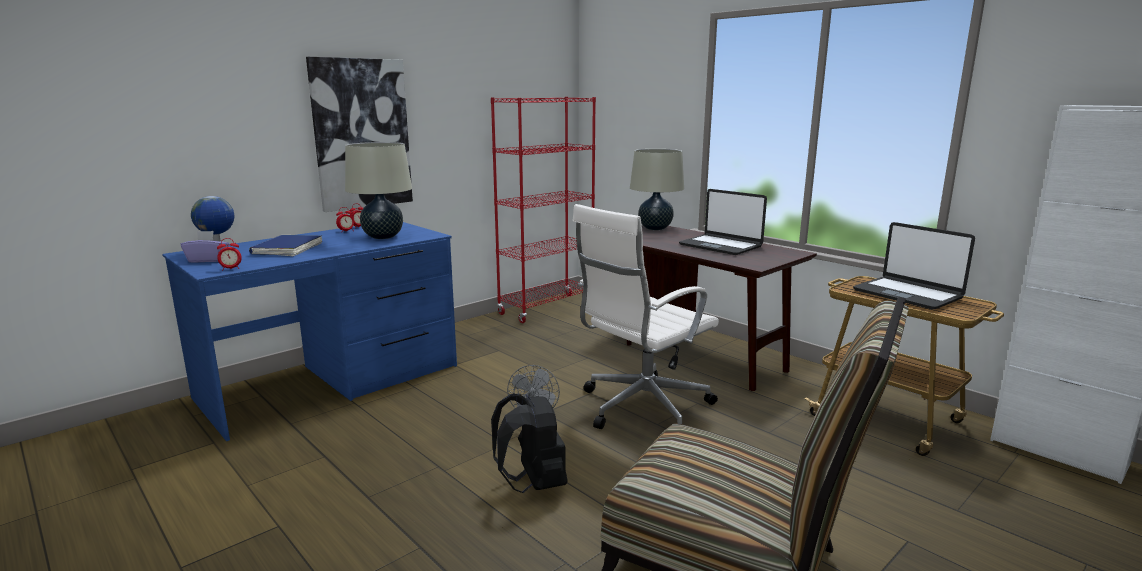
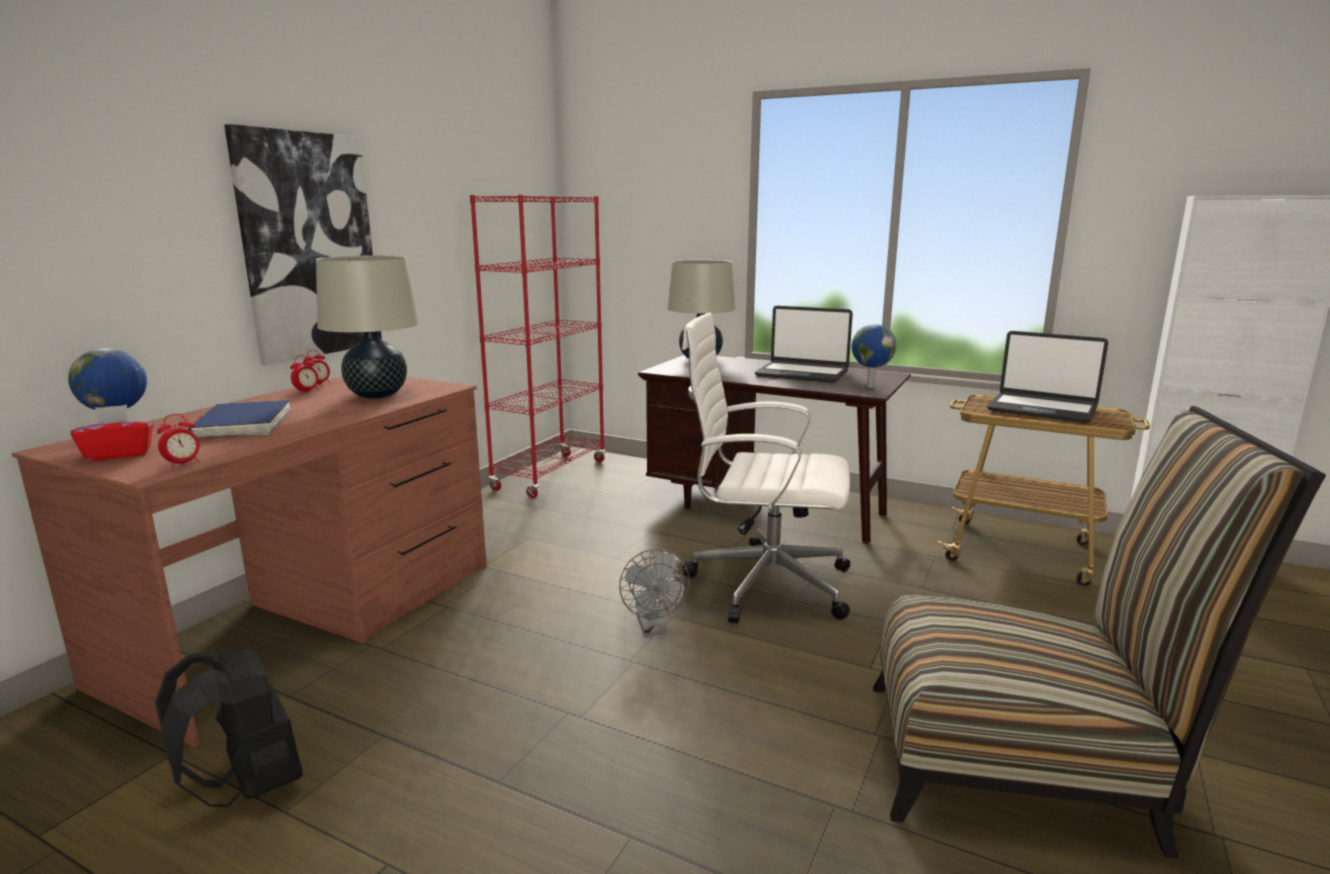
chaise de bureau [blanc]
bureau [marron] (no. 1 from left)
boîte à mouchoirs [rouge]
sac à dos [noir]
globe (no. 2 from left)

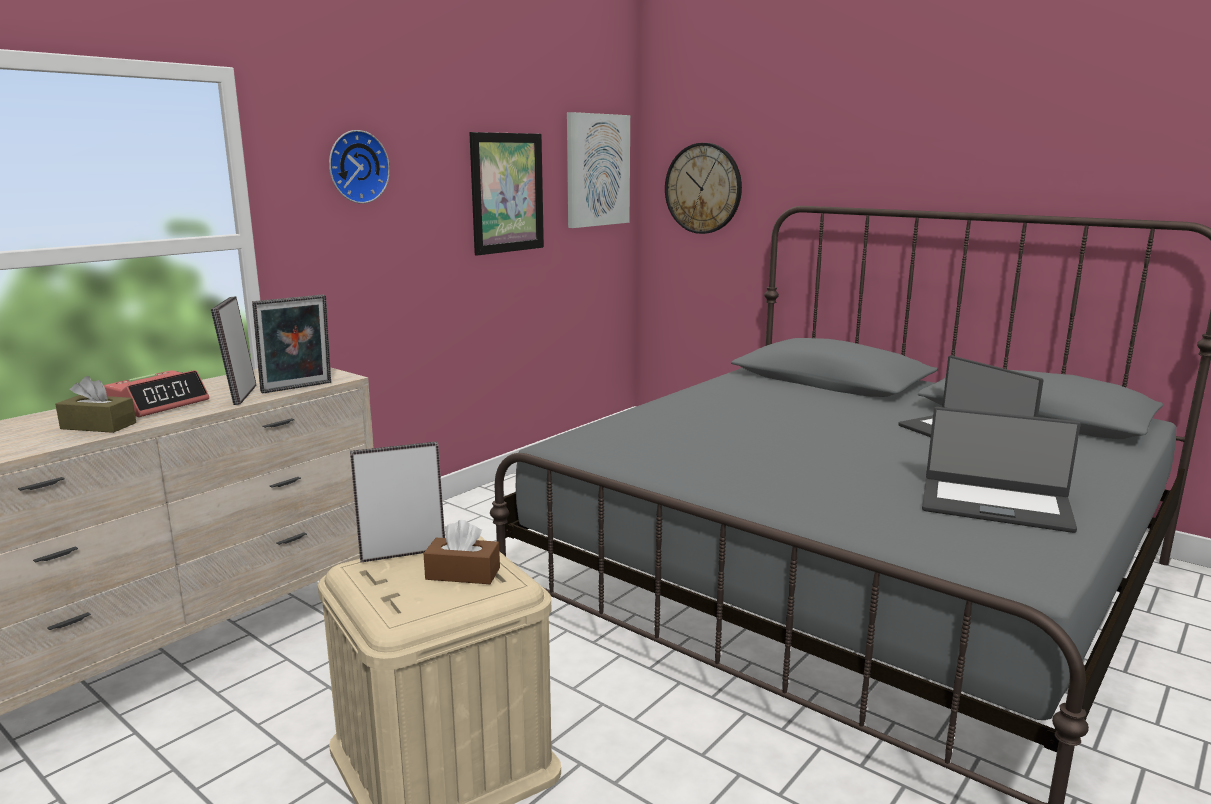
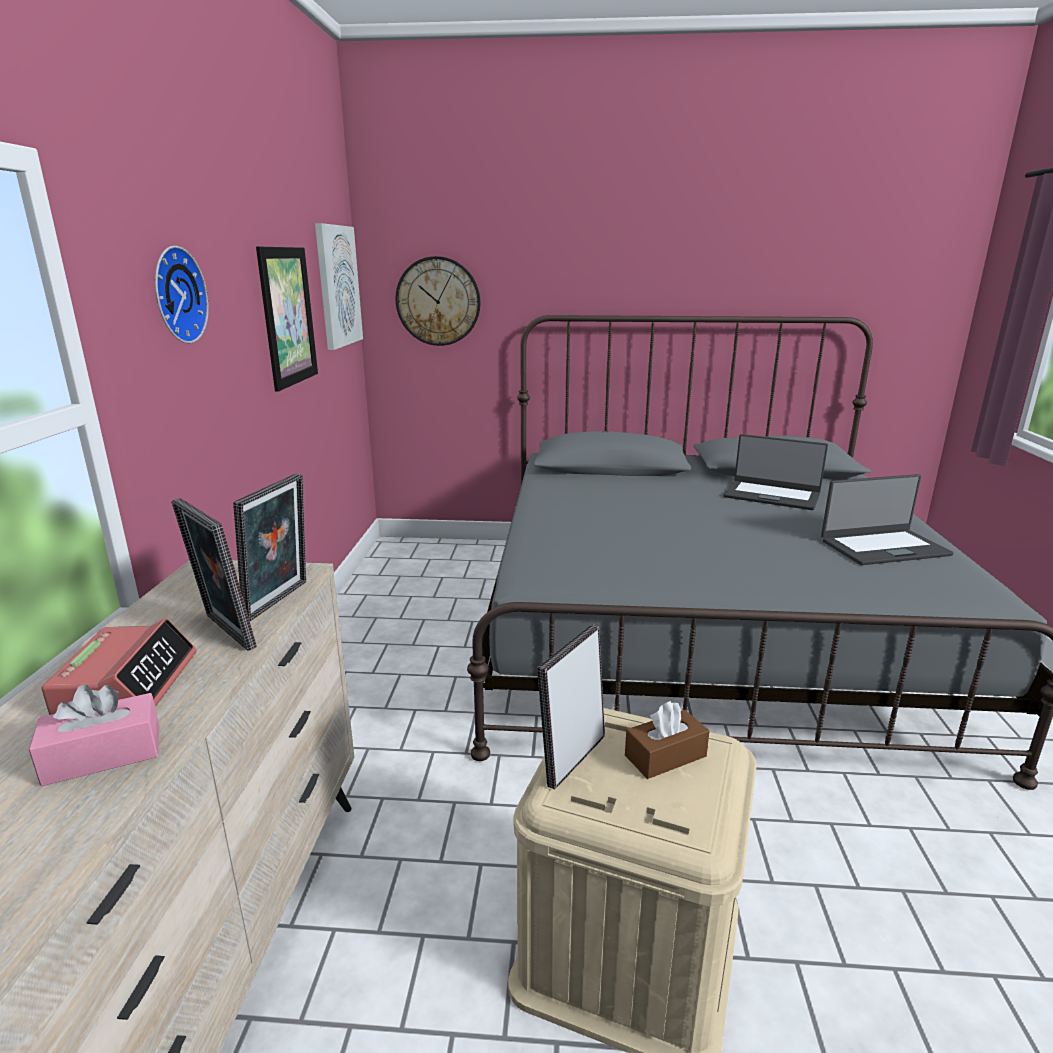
boîte à mouchoirs [rose]

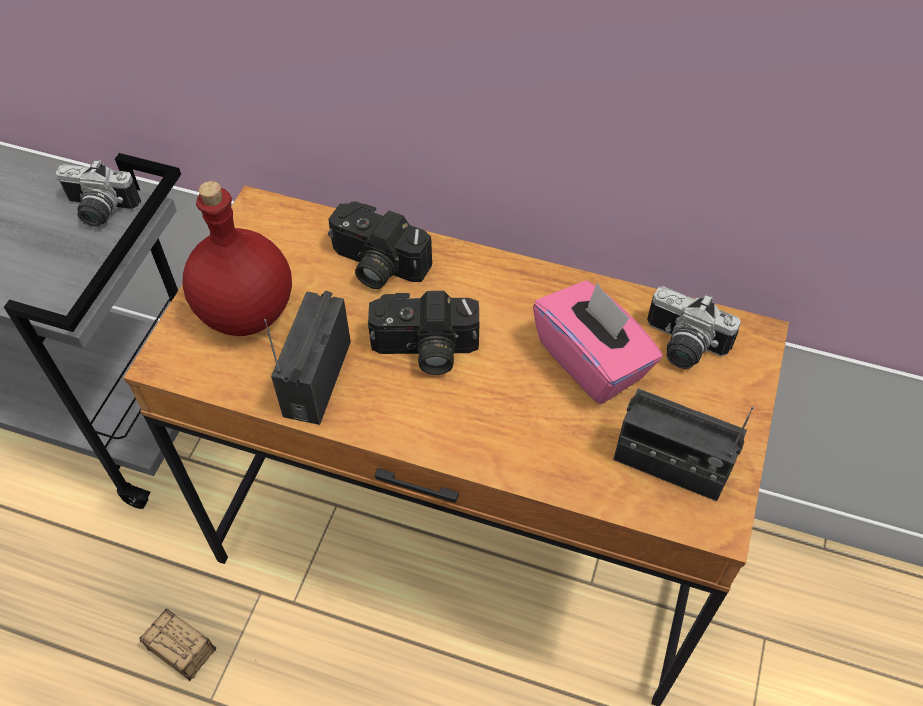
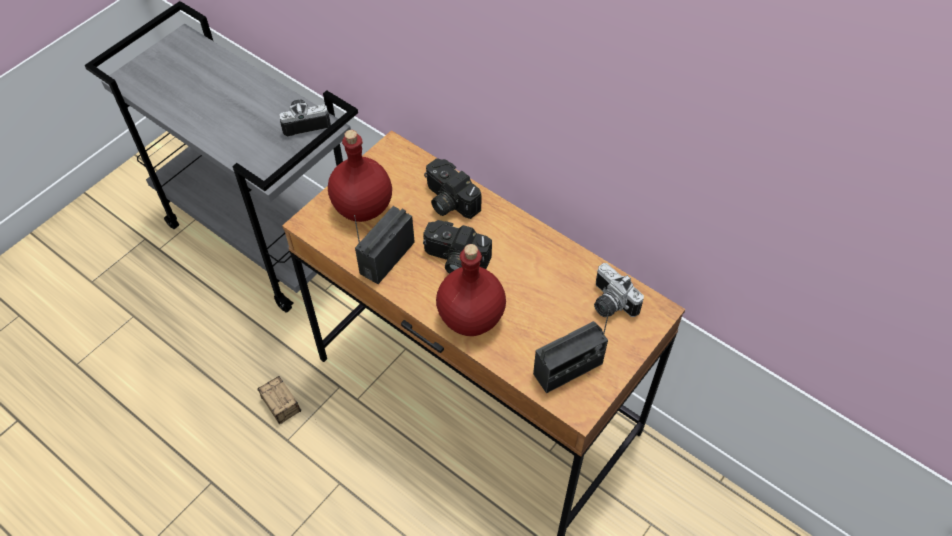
appareil photo (no. 1 from left)
boîte à mouchoirs [rose]
radio (no. 2 from left)
bouteille [rouge] (no. 2 from left)

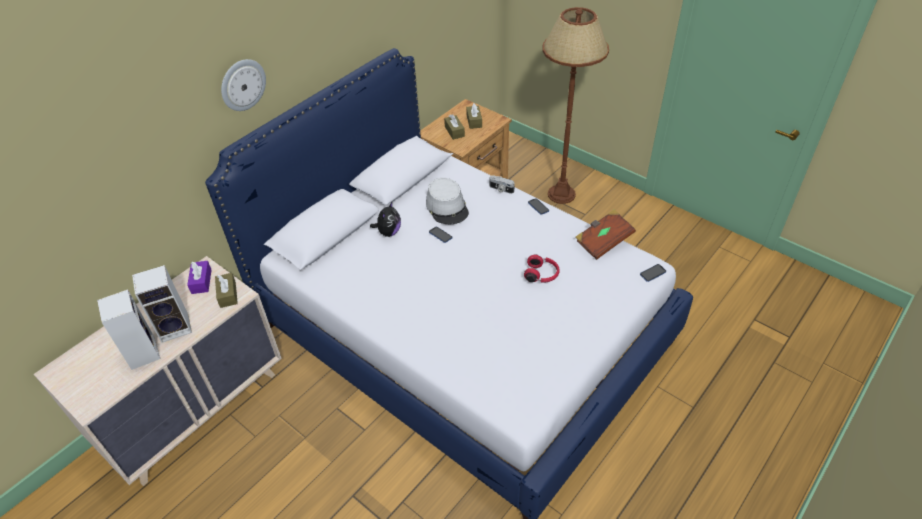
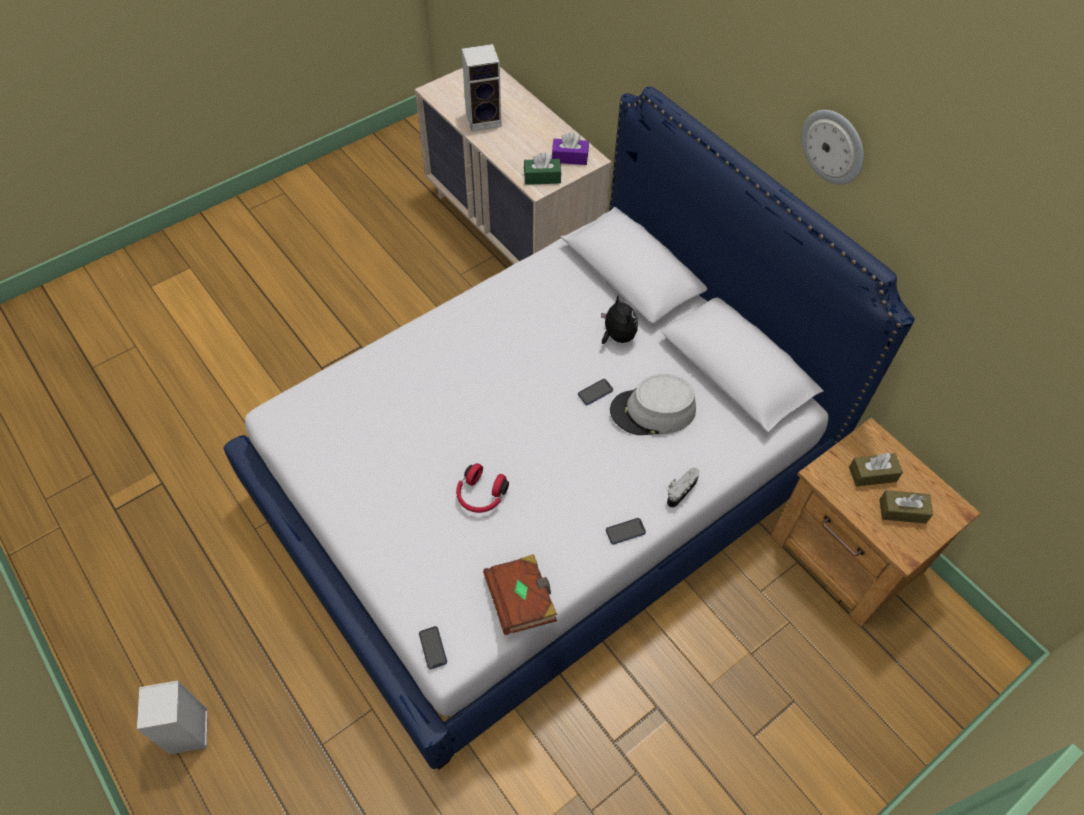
lampadaire [marron]
horloge murale
peluche
enceinte (no. 1 from left)
boîte à mouchoirs [vert]

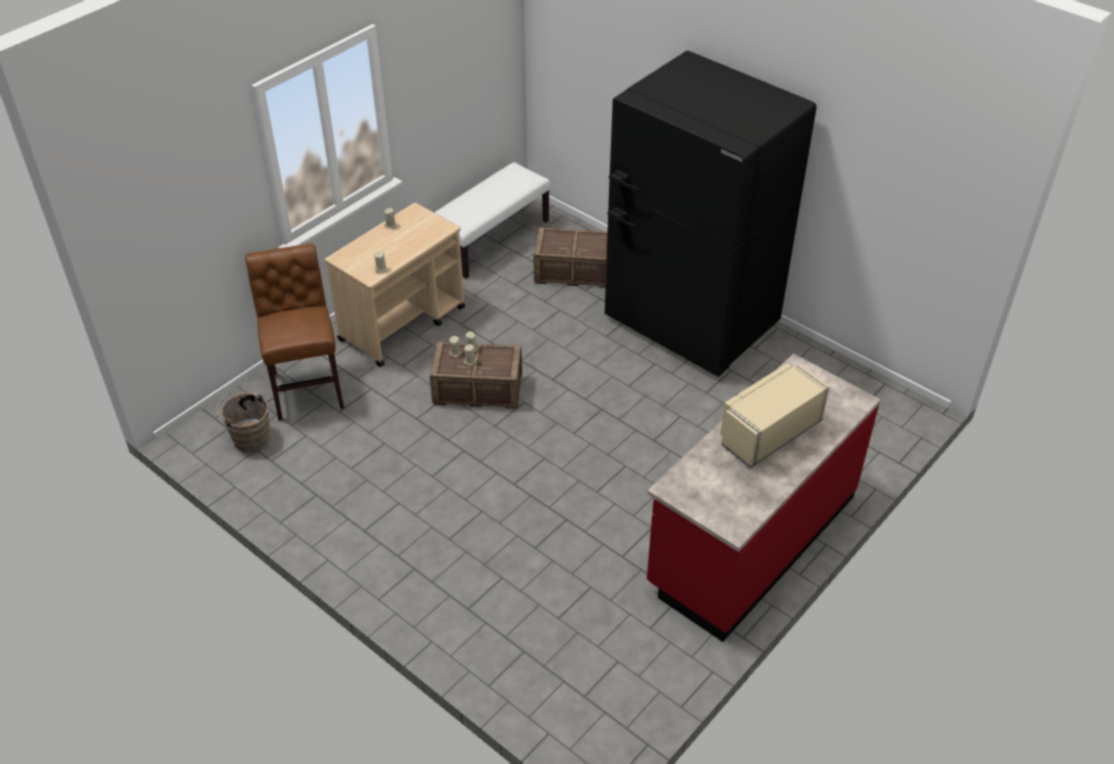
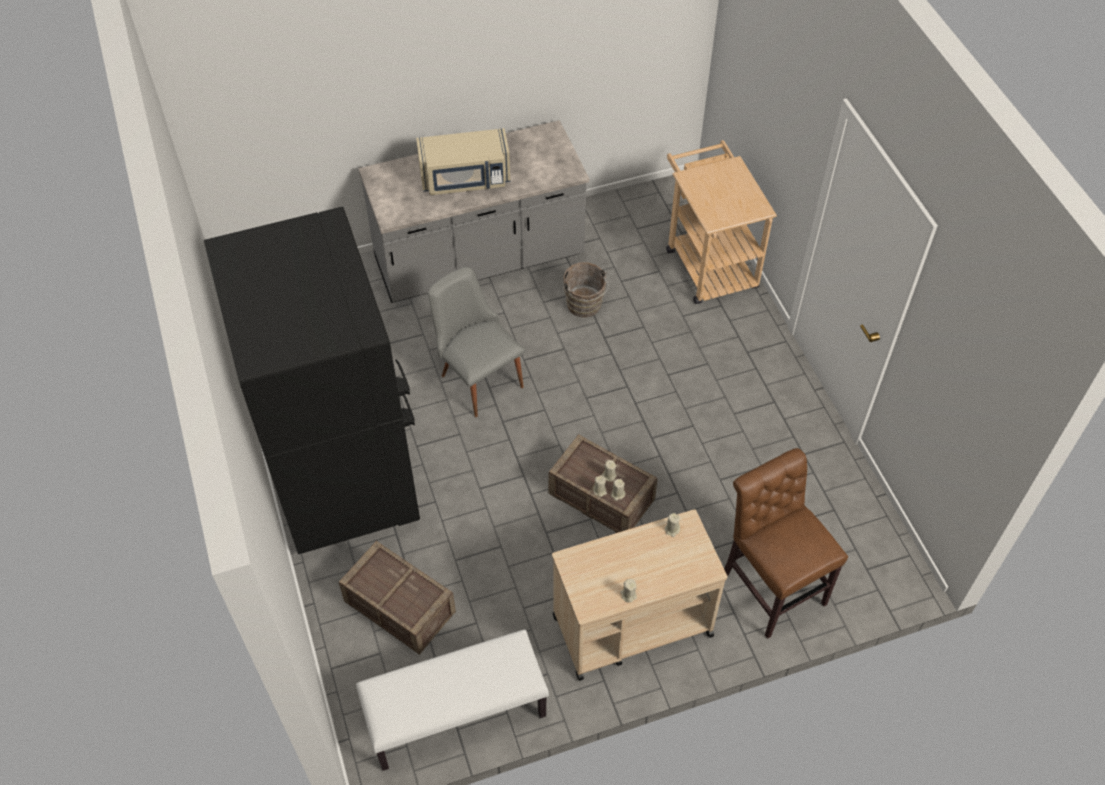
chaise [marron]
comptoir de cuisine [gris]
seau [marron]
chariot [beige] (no. 2 from left)
chaise [gris]

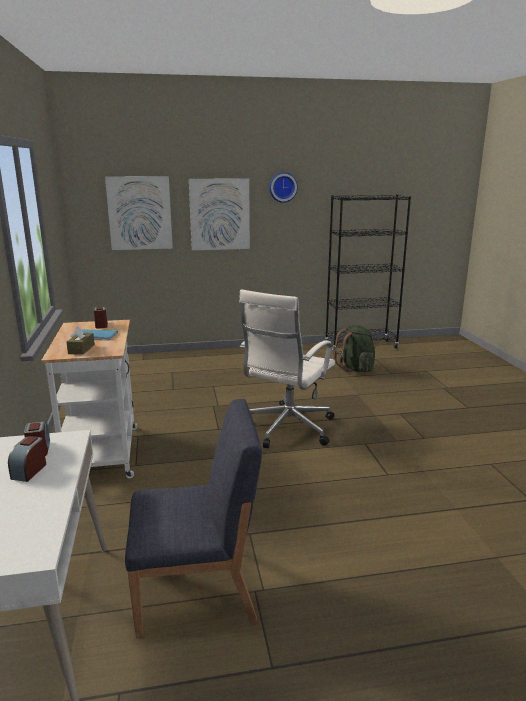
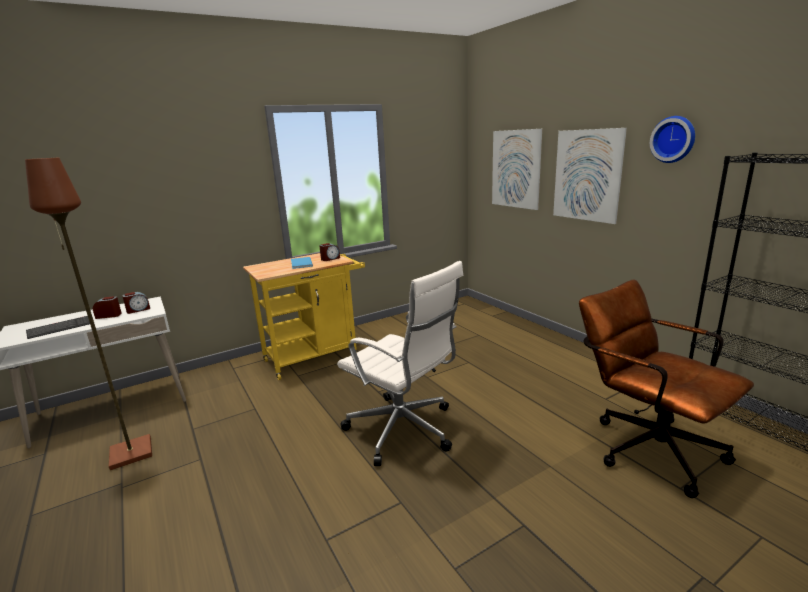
chaise de bureau [blanc]
chariot [jaune]
boîte à mouchoirs [marron]
chaise de bureau [marron]
lampadaire [marron]
clavier

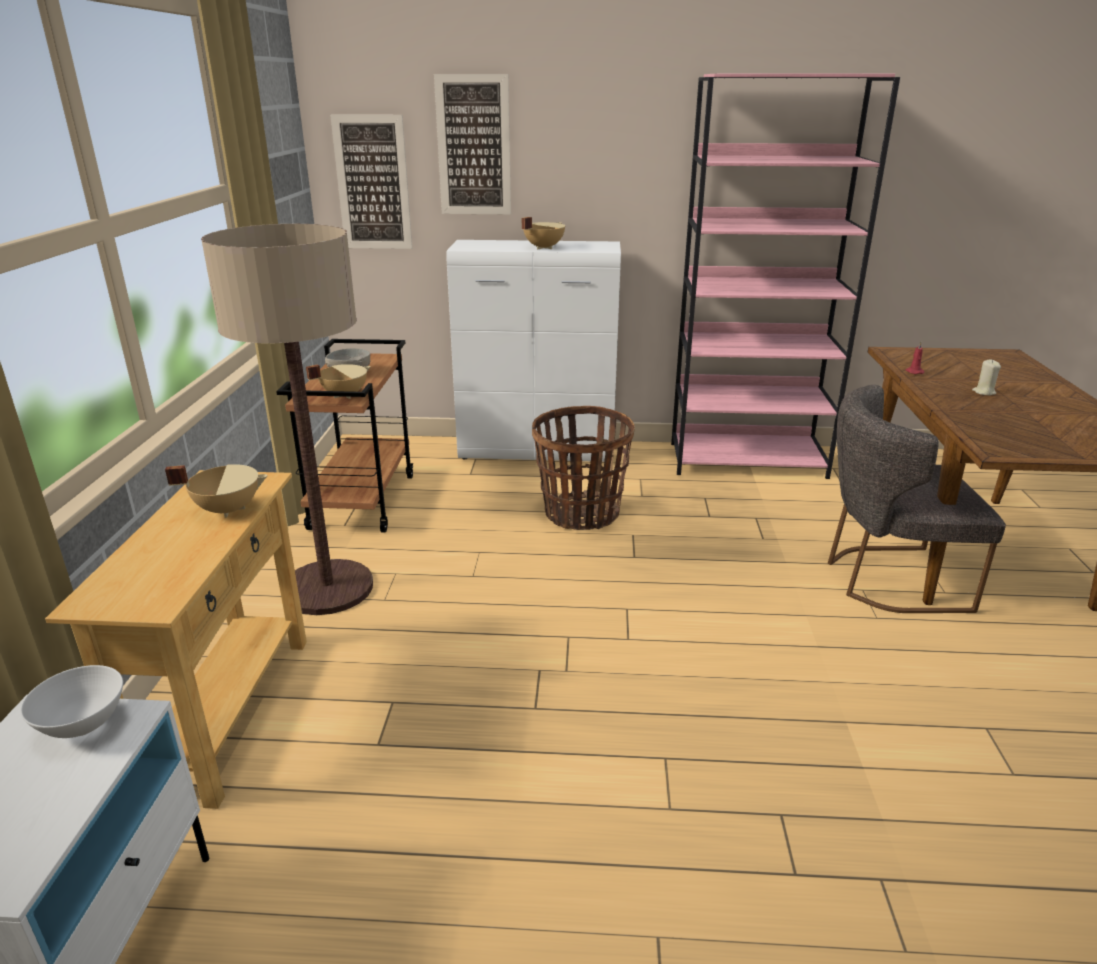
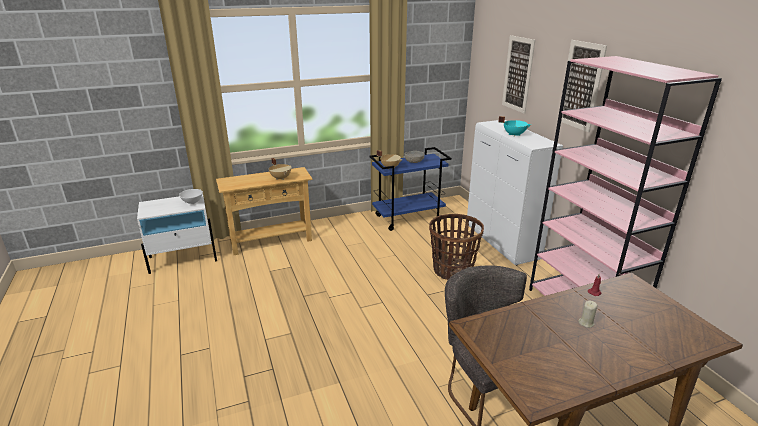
tableau (no. 2 from left)
marmite [turquoise]
lampadaire
chariot [bleu]

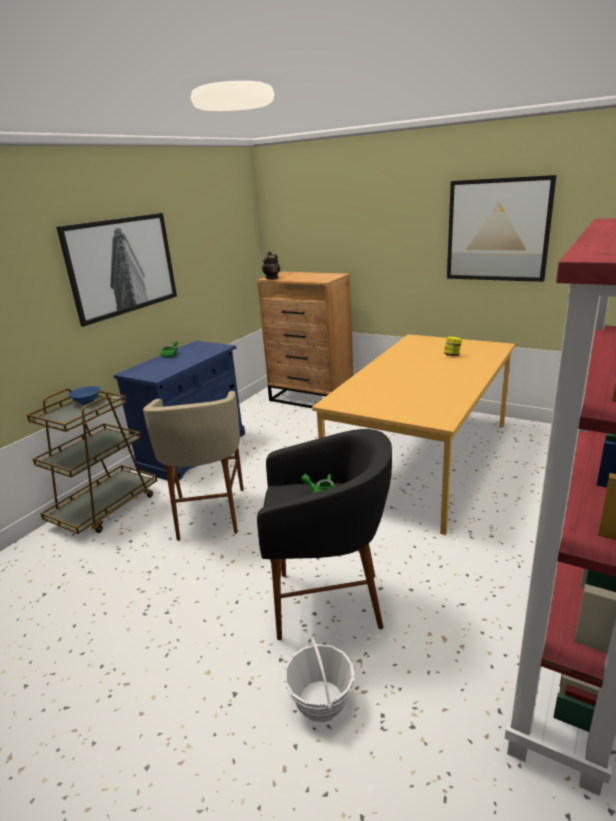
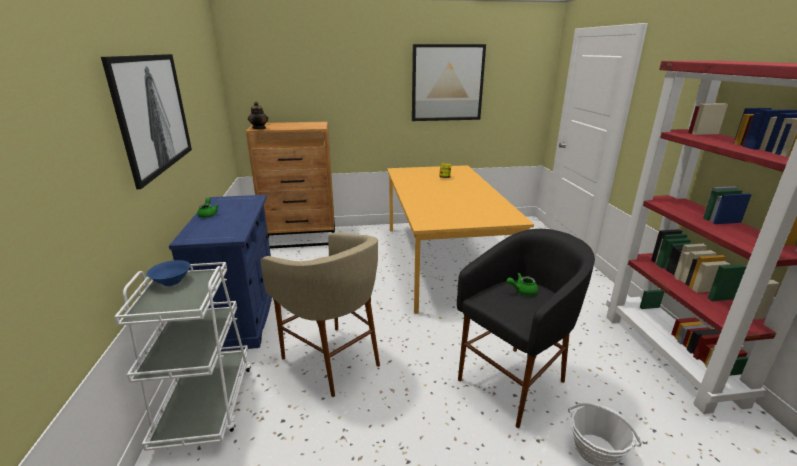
chariot [blanc]

